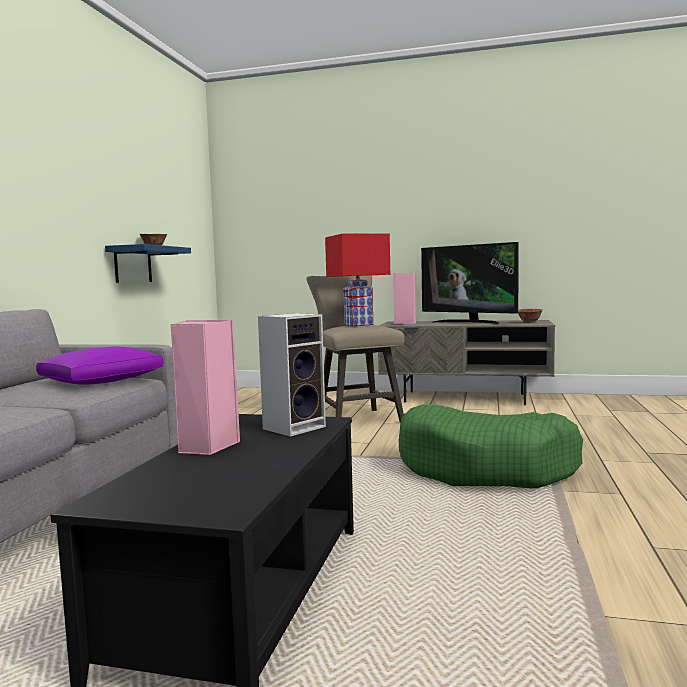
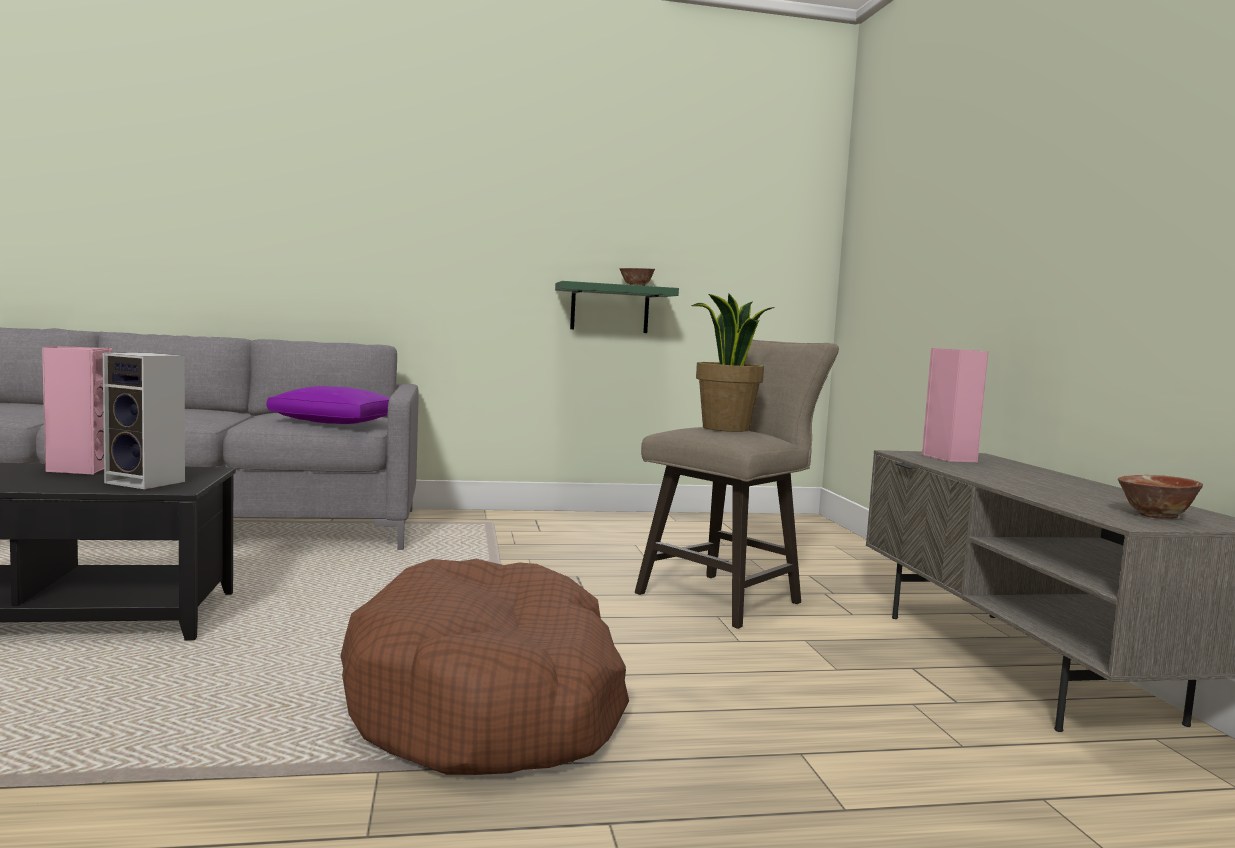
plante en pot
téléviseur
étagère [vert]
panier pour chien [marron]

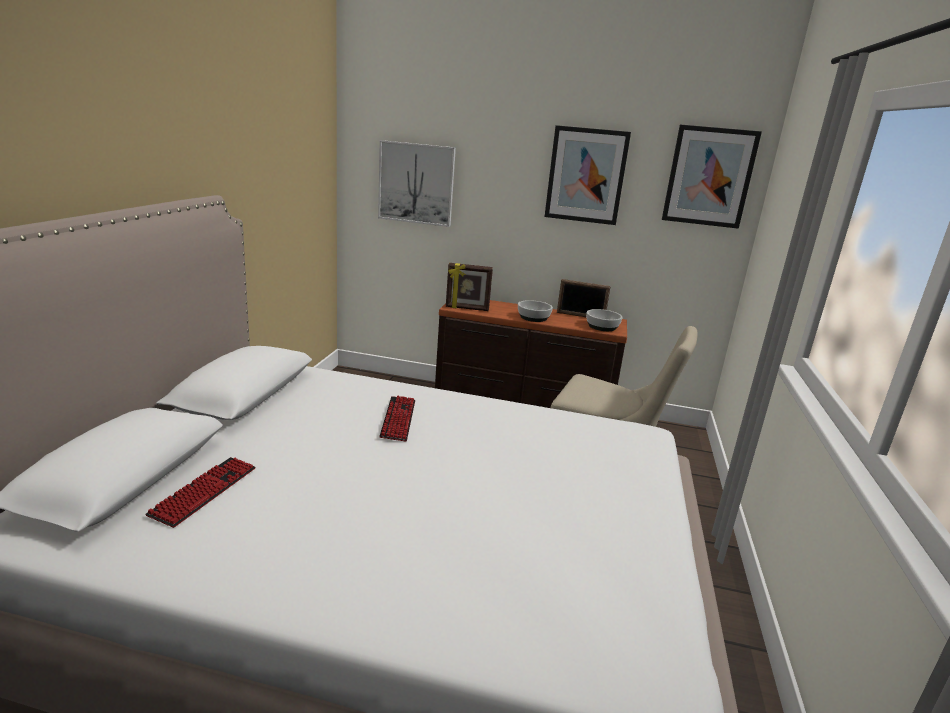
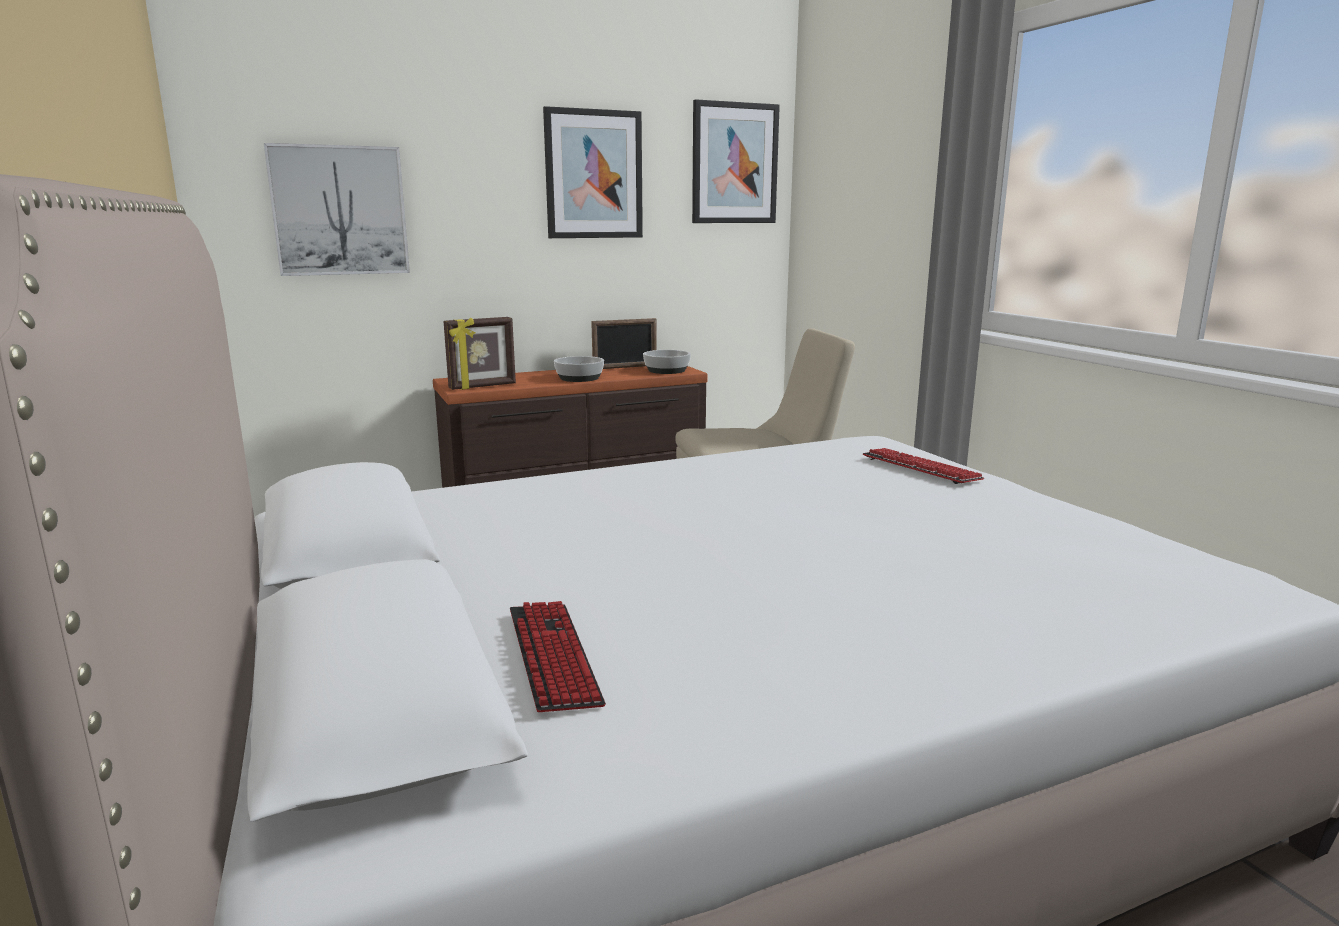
clavier (no. 2 from left)

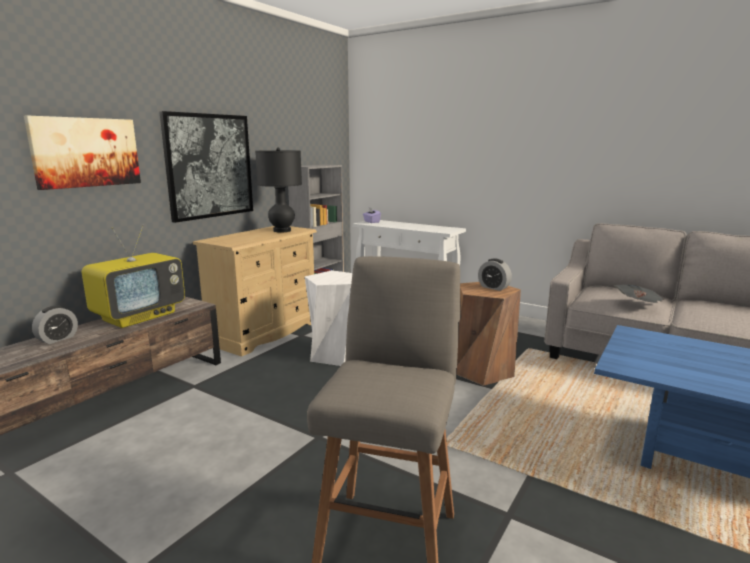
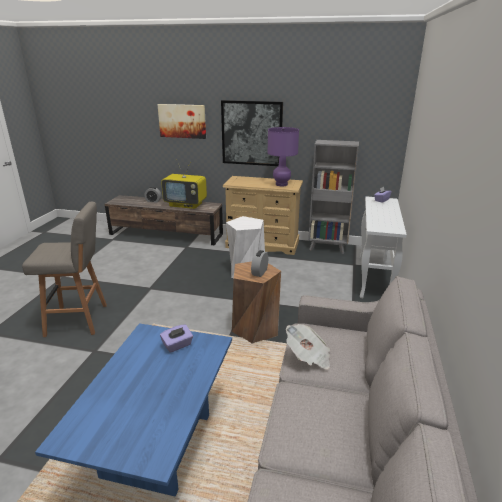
lampe de table [violet]
boîte à mouchoirs [violet] (no. 1 from left)

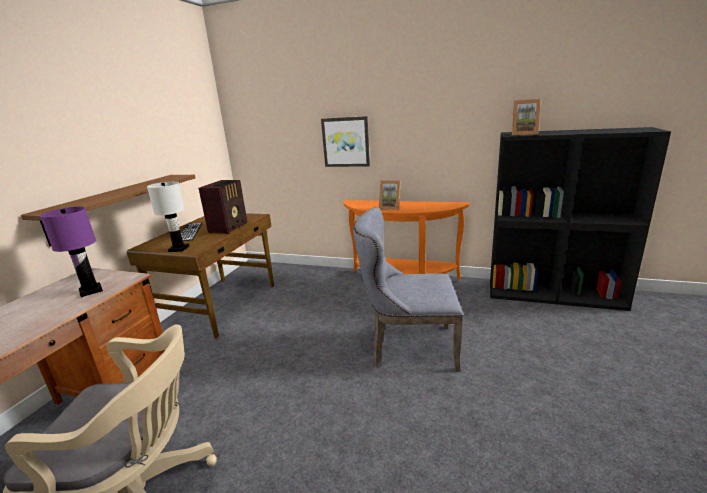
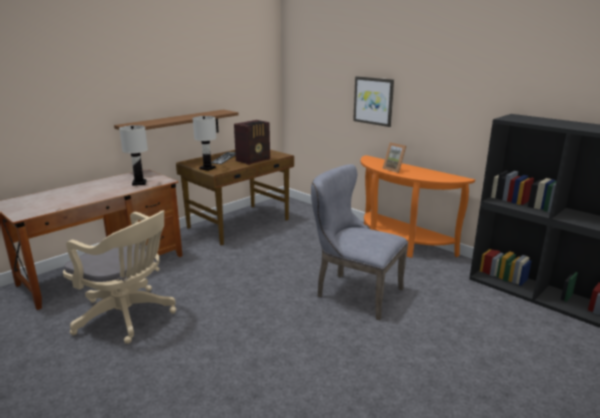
cadre photo (no. 2 from left in the first image)
lampe de table [blanc] (no. 1 from left)

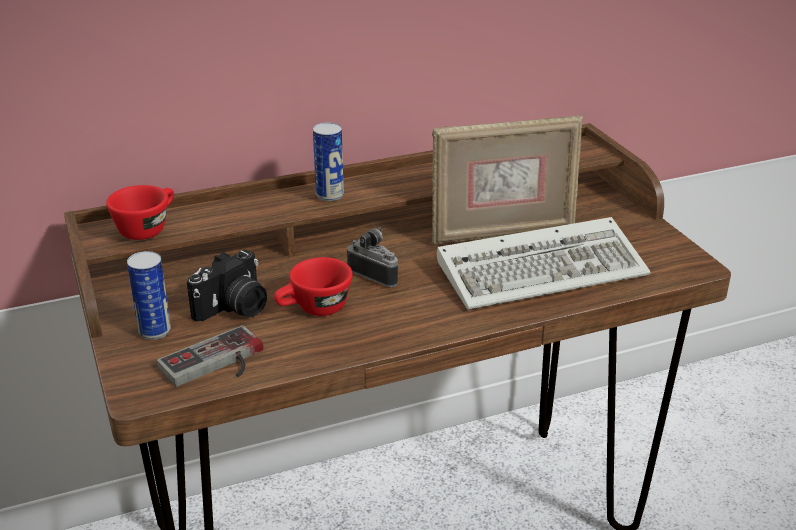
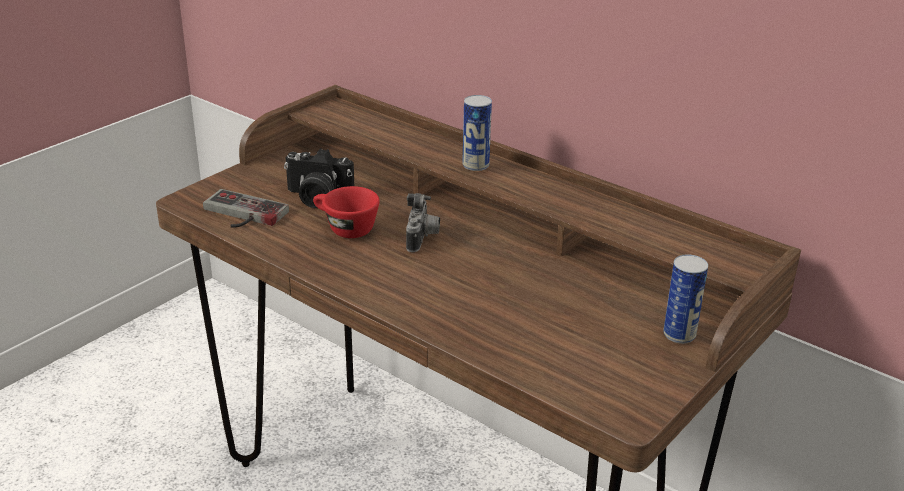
cadre photo
tasse [rouge] (no. 1 from left in the first image)
clavier
boîte métallique (no. 2 from left)

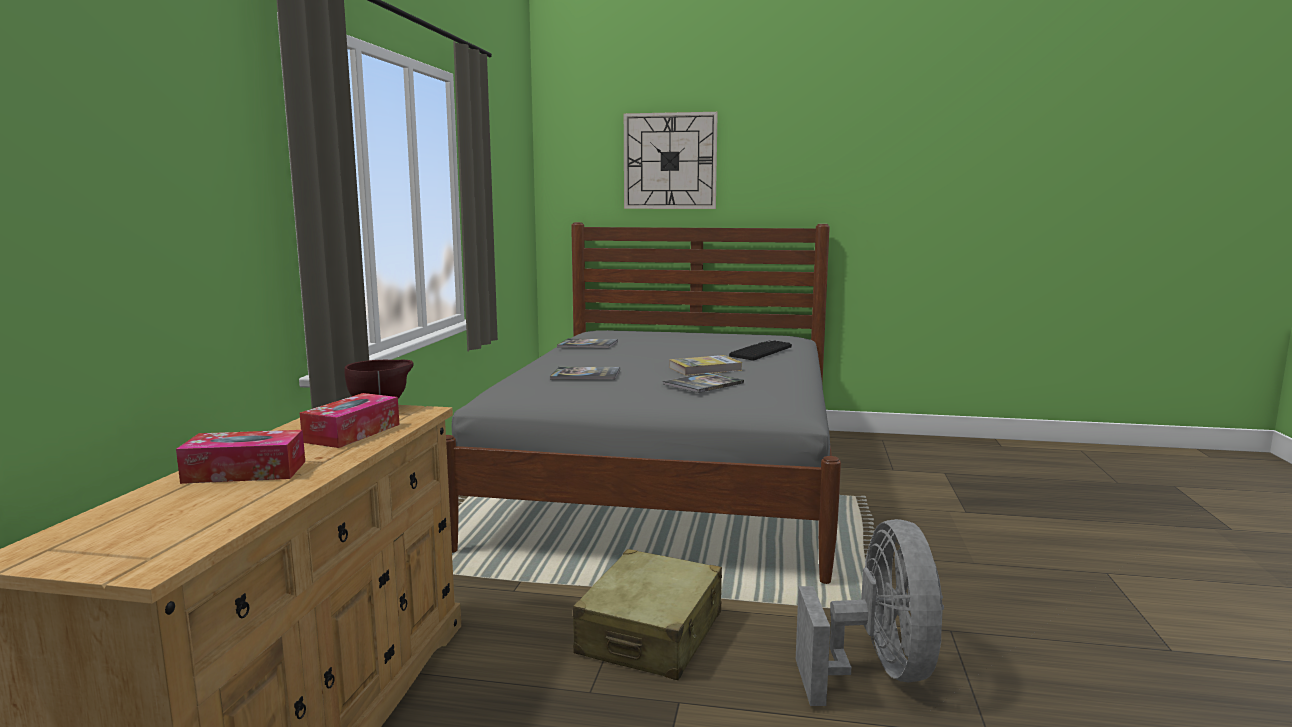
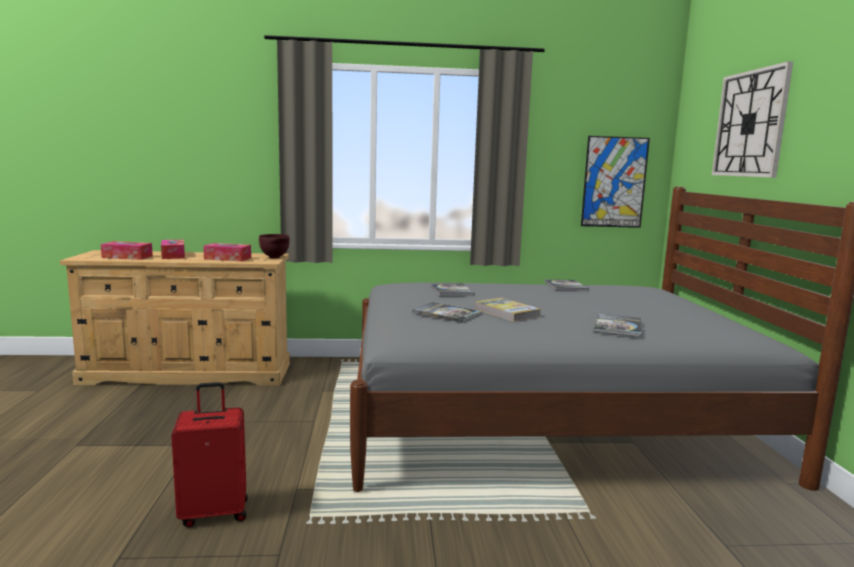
livre (no. 5 from left)
valise [rouge]
valise [beige]
tableau
boîte à mouchoirs (no. 1 from left)

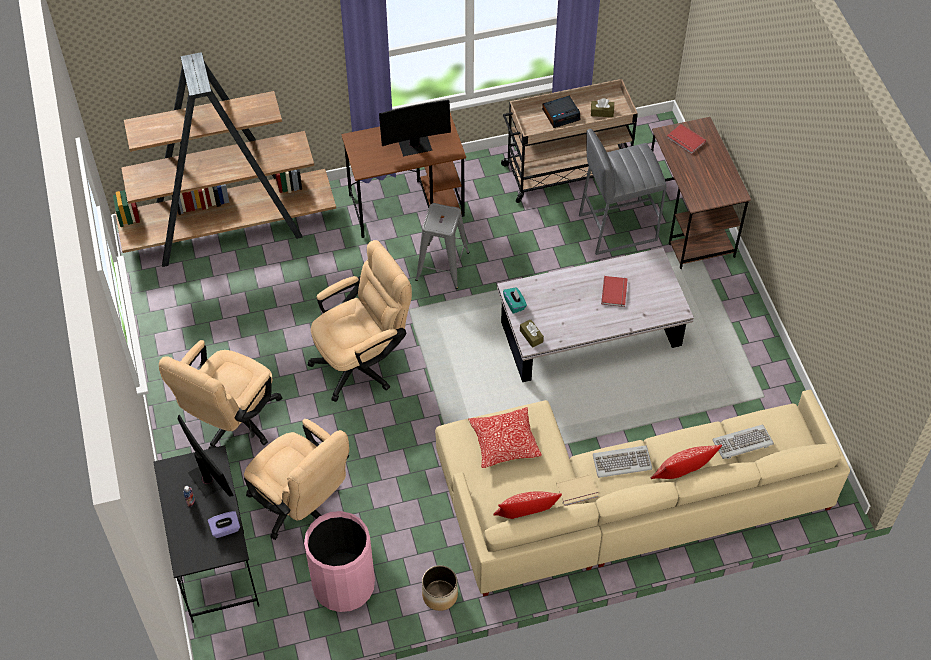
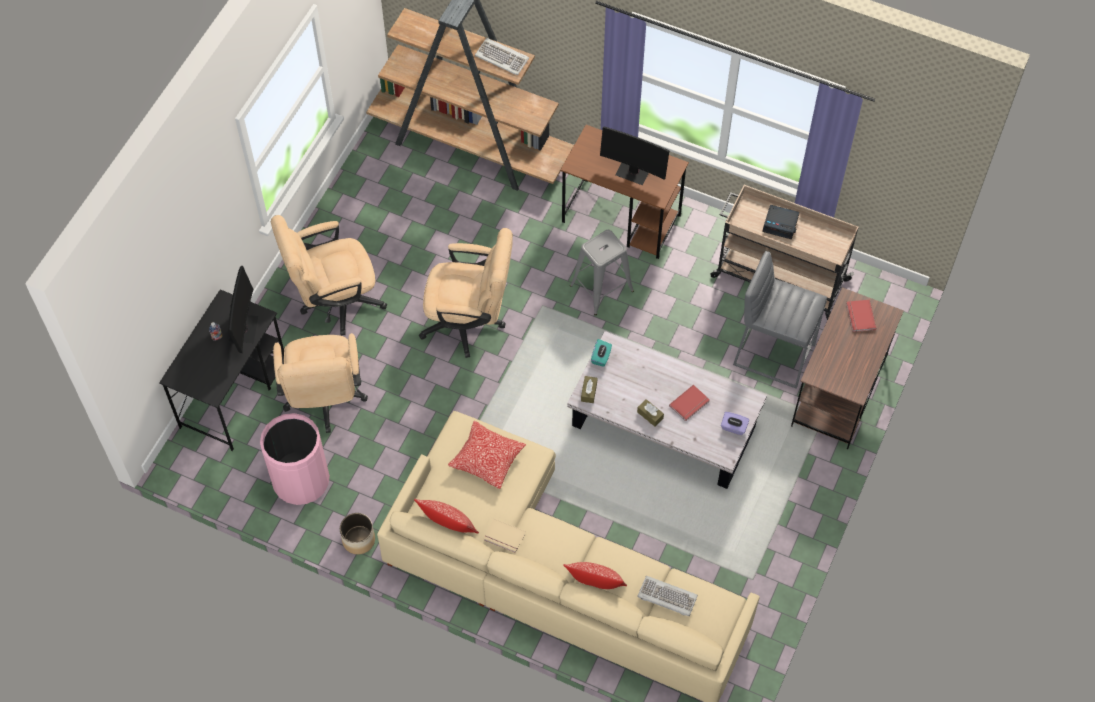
boîte à mouchoirs [marron] (no. 2 from left)
clavier (no. 1 from left)
boîte à mouchoirs [violet]

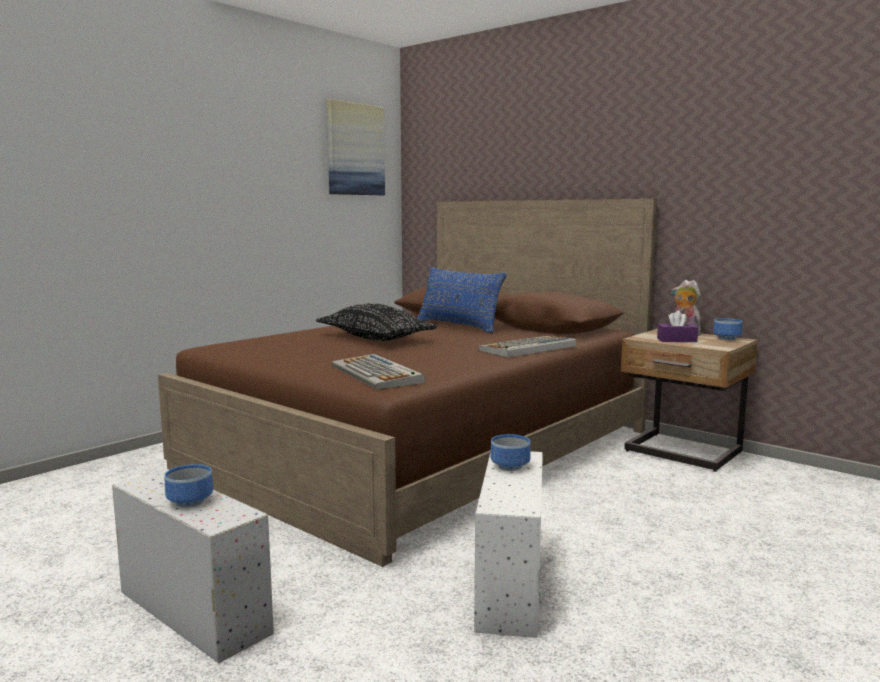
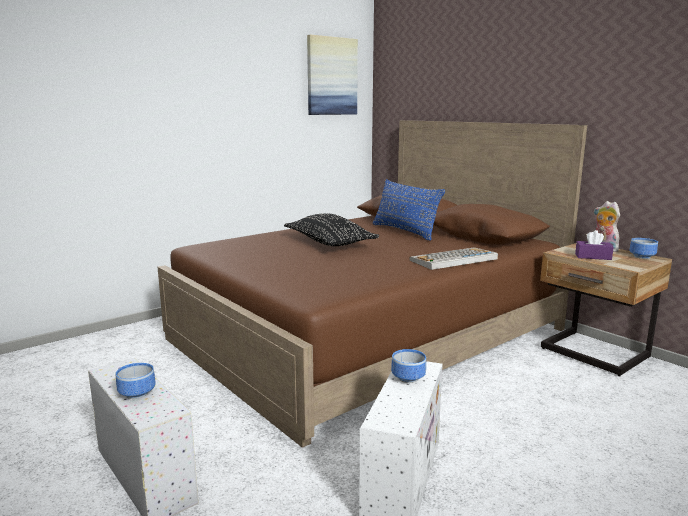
clavier (no. 1 from left in the first image)

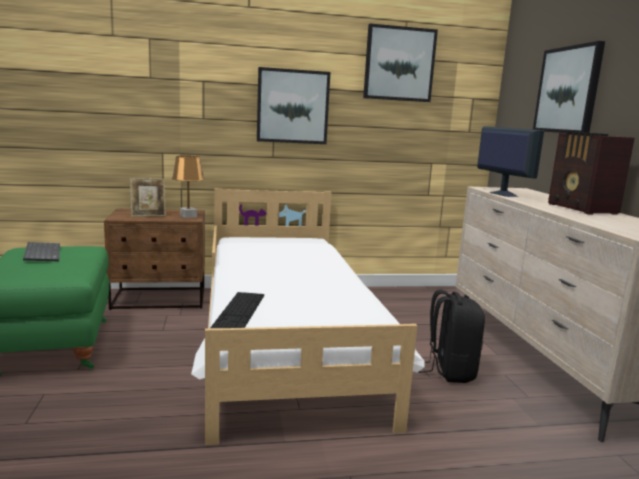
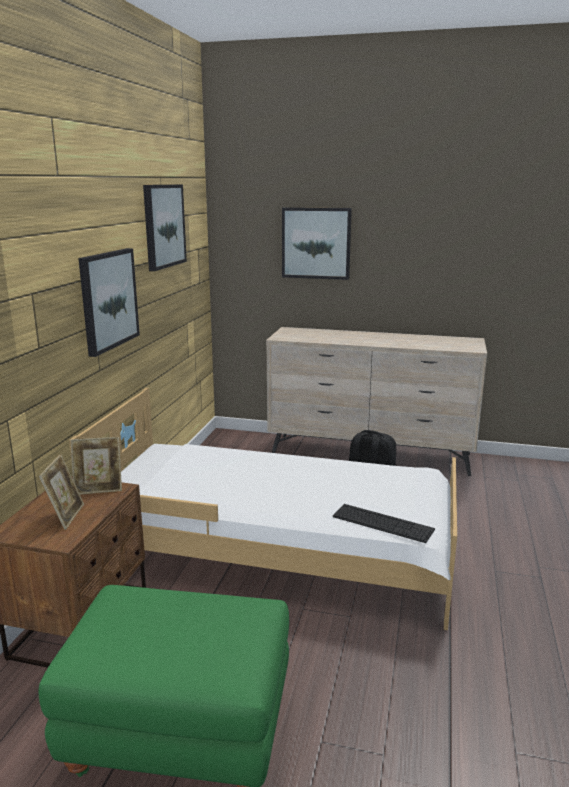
écran d'ordinateur
radio
cadre photo (no. 2 from left)
clavier (no. 1 from left in the first image)

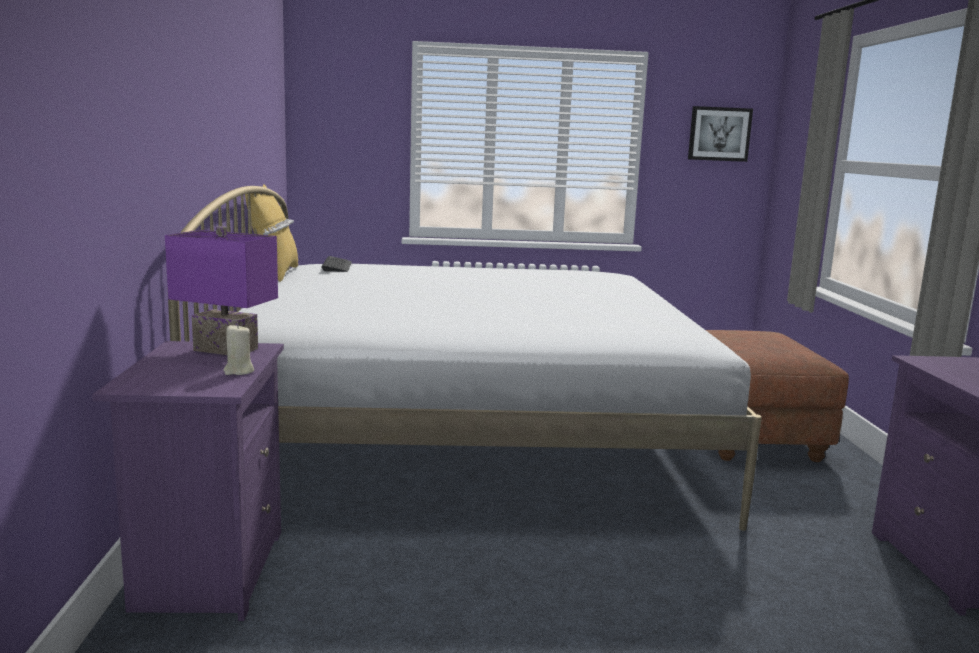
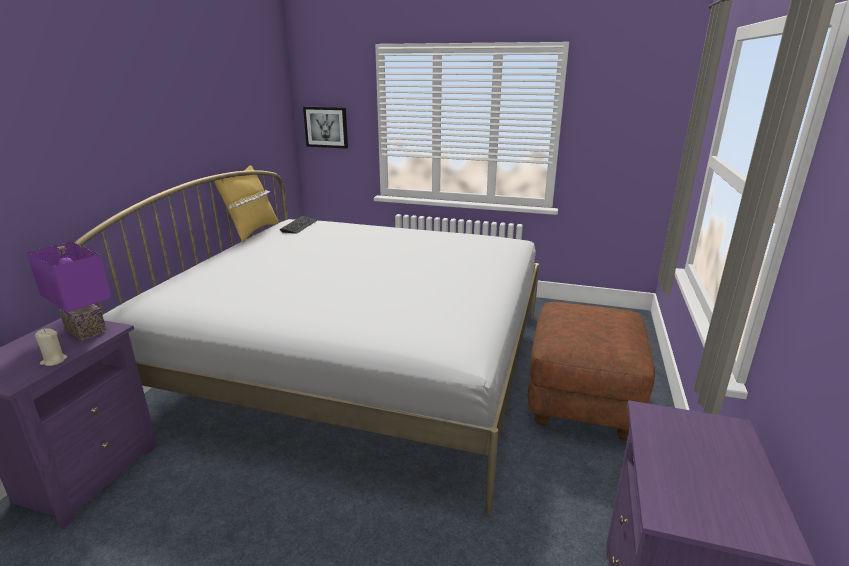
tableau

